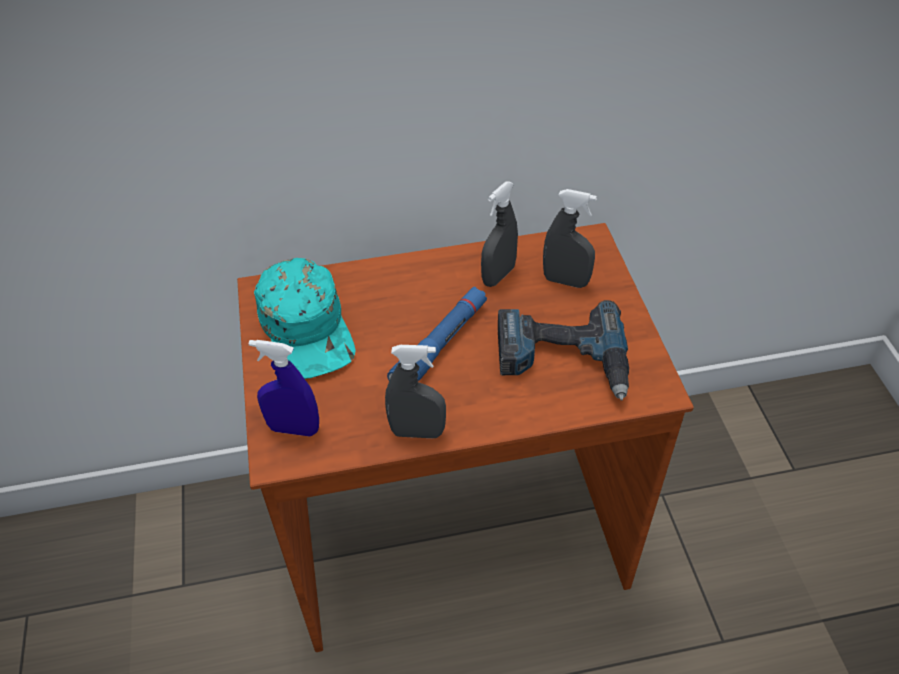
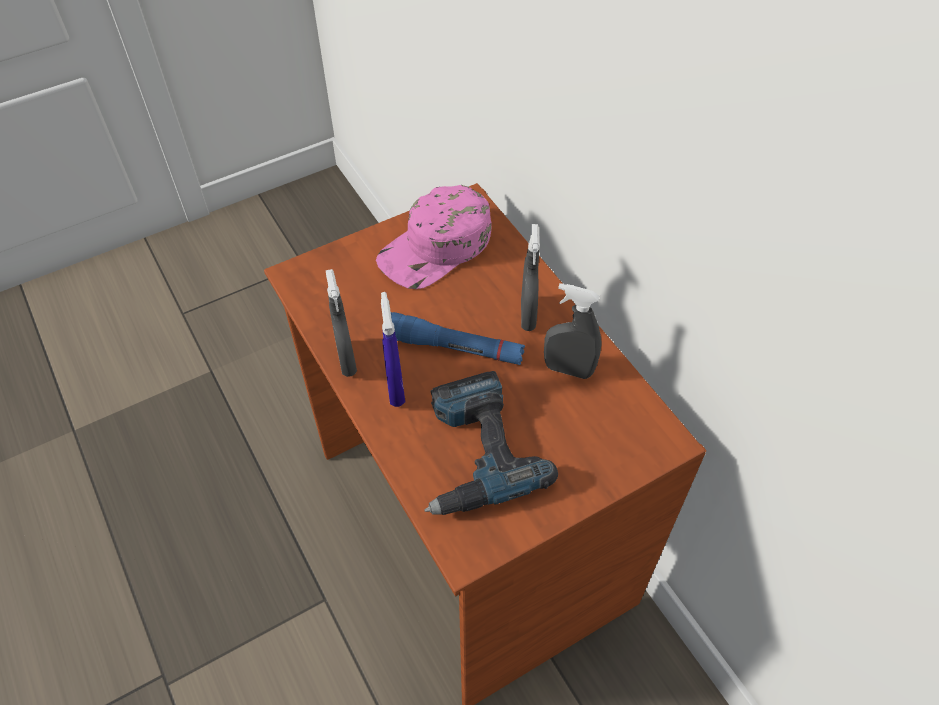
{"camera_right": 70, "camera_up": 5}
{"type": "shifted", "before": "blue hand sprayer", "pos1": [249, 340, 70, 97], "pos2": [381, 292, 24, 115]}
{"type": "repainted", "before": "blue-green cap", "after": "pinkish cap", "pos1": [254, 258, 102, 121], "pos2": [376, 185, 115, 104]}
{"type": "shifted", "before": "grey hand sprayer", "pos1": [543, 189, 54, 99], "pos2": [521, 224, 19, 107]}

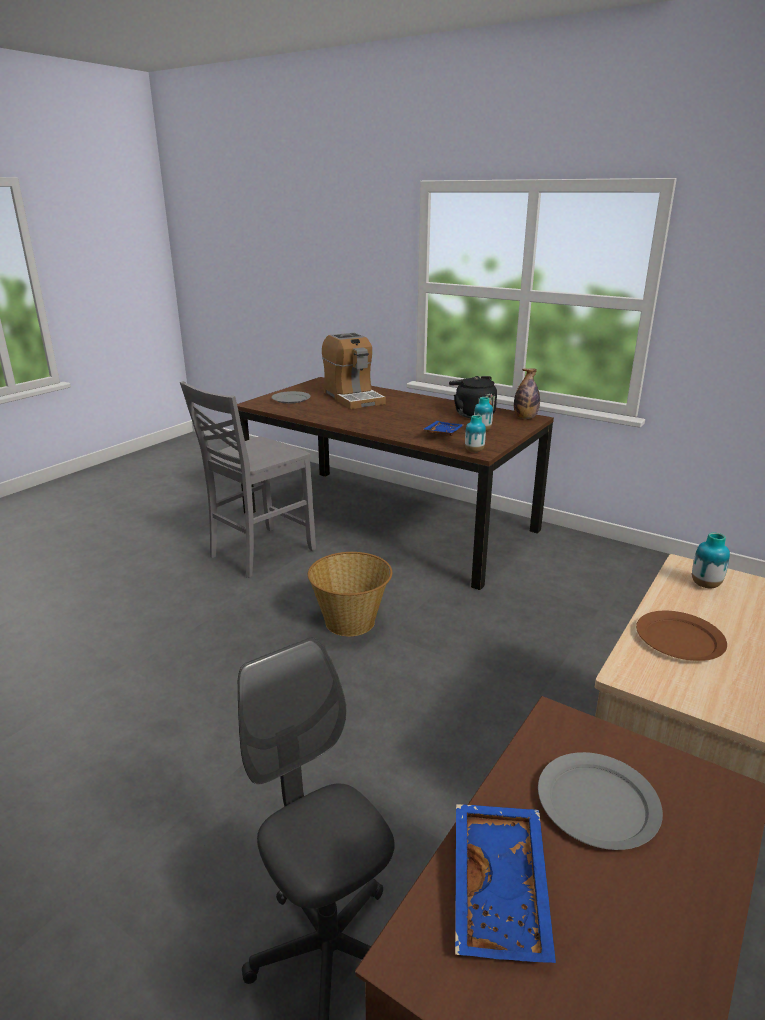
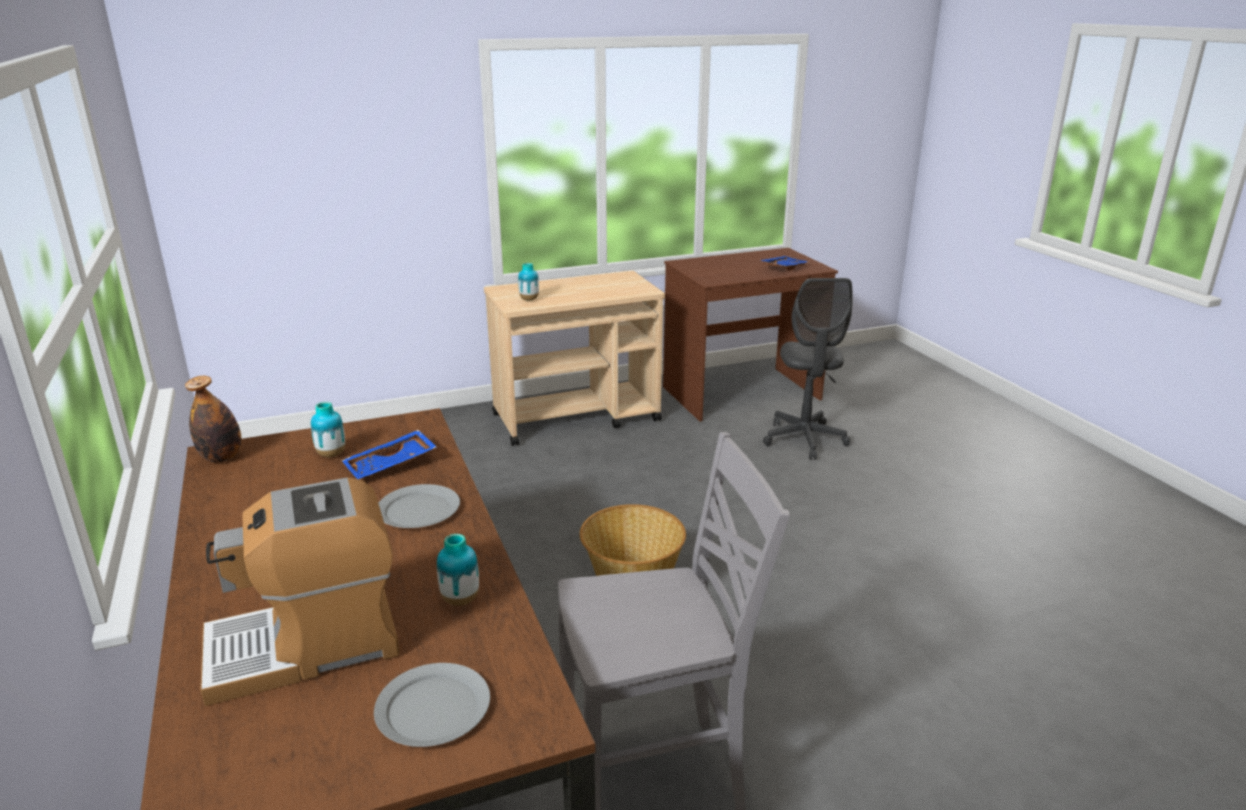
{"camera_right": -145, "camera_up": 0}
{"type": "rotated", "before": "coffee brewer", "pos1": [322, 333, 64, 76], "pos2": [200, 477, 200, 229], "turn": -120}
{"type": "gone", "before": "black-coloured water kettle", "pos1": [449, 376, 48, 42]}
{"type": "shifted", "before": "flower vase", "pos1": [465, 415, 21, 37], "pos2": [437, 534, 42, 72]}
{"type": "shifted", "before": "grey flat dish", "pos1": [538, 752, 125, 98], "pos2": [378, 484, 82, 44]}
{"type": "gone", "before": "brownish flat dish", "pos1": [636, 611, 91, 50]}

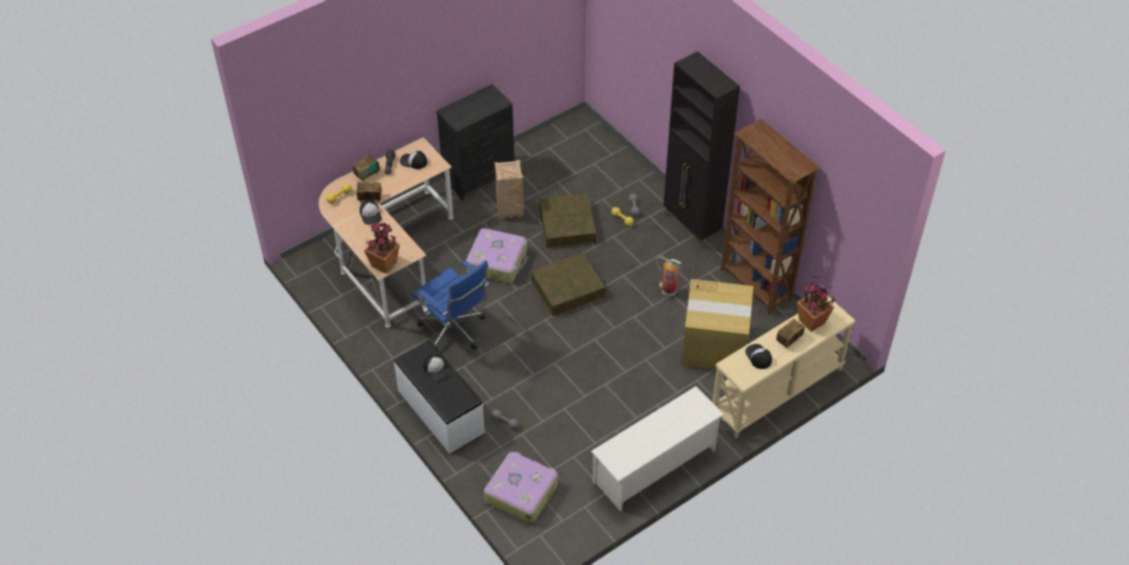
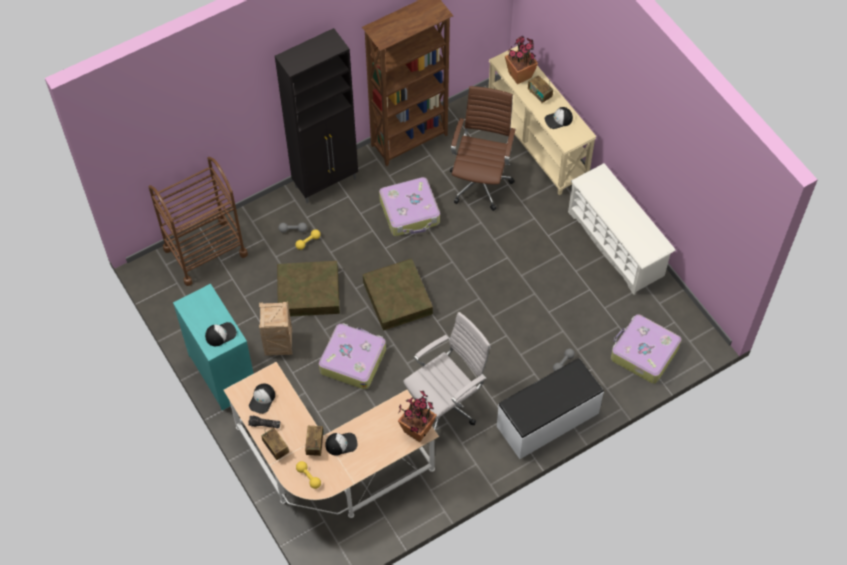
{"camera_right": -85, "camera_up": 10}
{"type": "repainted", "before": "blue office chair", "after": "whitish office chair", "pos1": [412, 260, 77, 90], "pos2": [403, 312, 88, 127]}
{"type": "shifted", "before": "cap", "pos1": [423, 354, 27, 27], "pos2": [205, 322, 32, 24]}
{"type": "repainted", "before": "black-coloured chest of drawers", "after": "blue-green chest of drawers", "pos1": [436, 84, 79, 117], "pos2": [173, 284, 81, 126]}
{"type": "swapped", "before": "extinguisher", "after": "suitcase", "pos1": [655, 256, 27, 41], "pos2": [379, 177, 61, 59]}
{"type": "swapped", "before": "packing box", "after": "brownish office chair", "pos1": [681, 279, 72, 91], "pos2": [450, 86, 66, 125]}
{"type": "new", "after": "brownish cart", "pos2": [149, 157, 99, 129]}

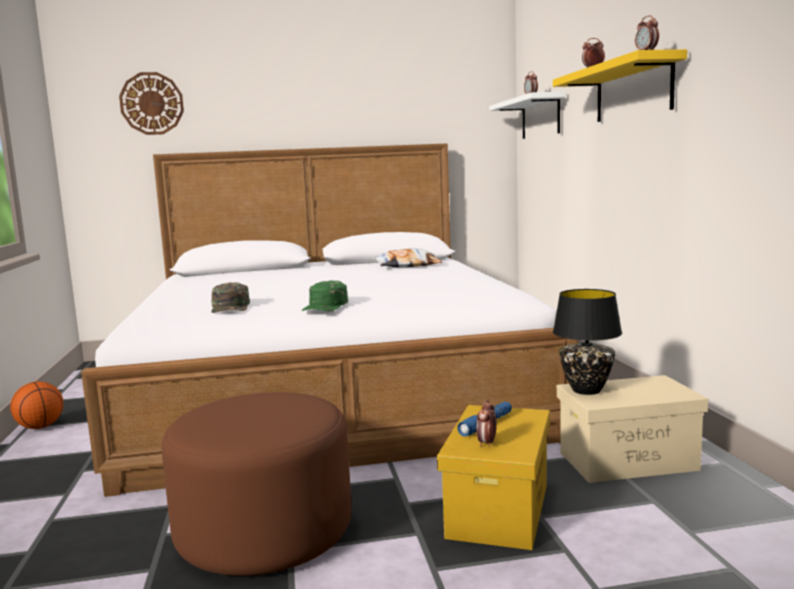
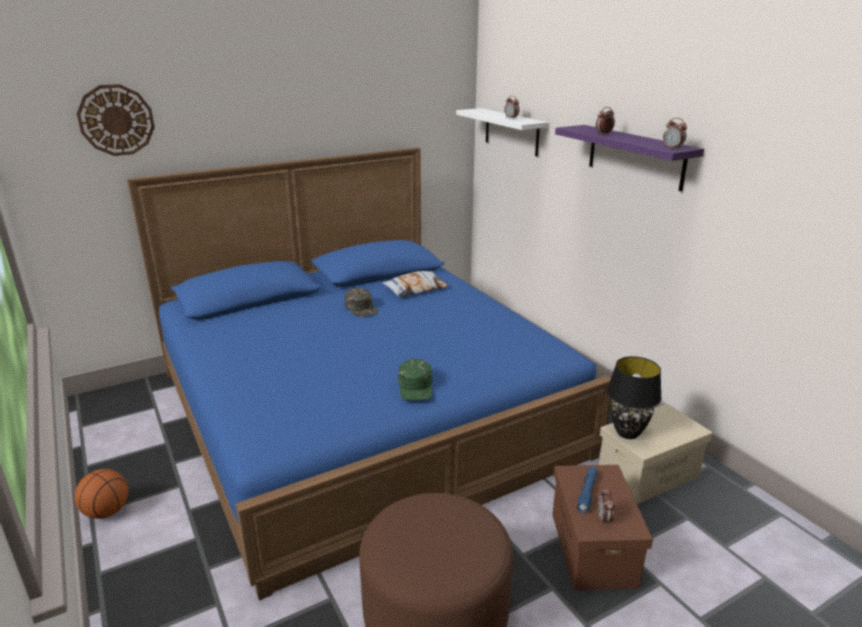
{"camera_right": -20, "camera_up": 15}
{"type": "repainted", "before": "whitish bedroom bed", "after": "blue bedroom bed", "pos1": [81, 143, 497, 354], "pos2": [127, 147, 484, 453]}
{"type": "shifted", "before": "greenish cap", "pos1": [211, 282, 39, 31], "pos2": [345, 288, 34, 29]}
{"type": "repainted", "before": "yellow storage container", "after": "brownish storage container", "pos1": [437, 405, 113, 145], "pos2": [552, 465, 101, 125]}
{"type": "repainted", "before": "yellow shelf", "after": "purplish shelf", "pos1": [553, 49, 134, 73], "pos2": [555, 125, 149, 66]}

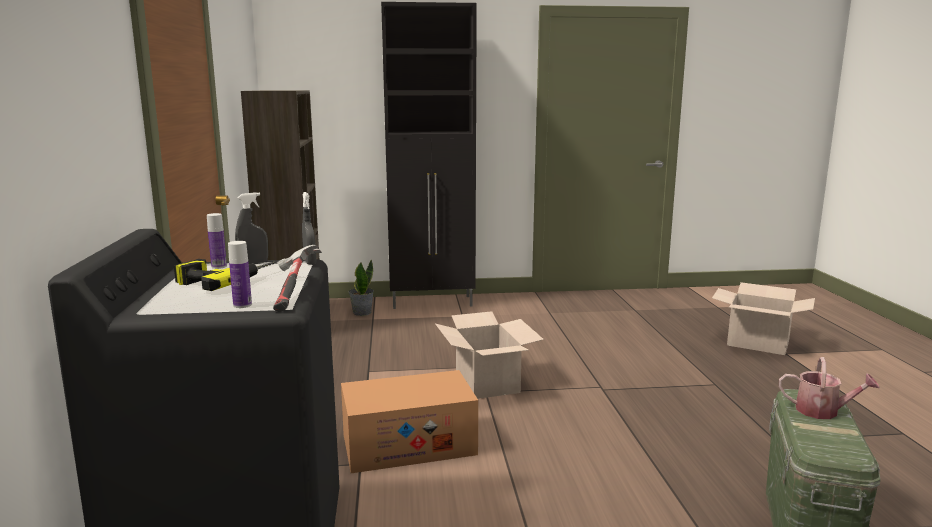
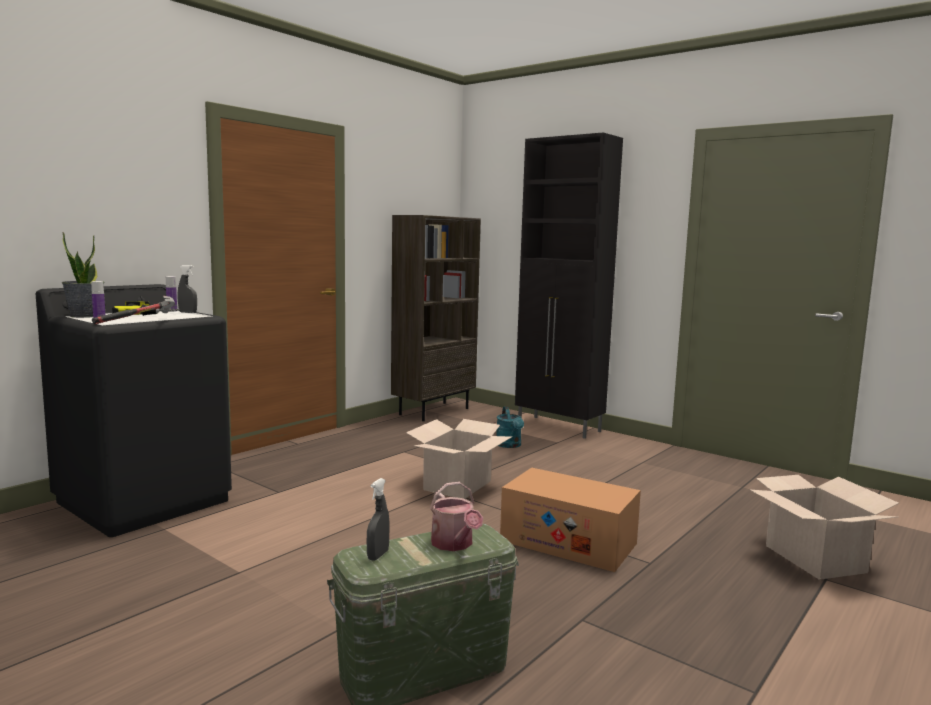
{"camera_right": 45, "camera_up": -5}
{"type": "shifted", "before": "grey hand sprayer", "pos1": [302, 192, 14, 73], "pos2": [367, 478, 23, 83]}
{"type": "shifted", "before": "packing box", "pos1": [341, 370, 137, 103], "pos2": [500, 468, 141, 104]}
{"type": "shifted", "before": "potted plant", "pos1": [349, 260, 25, 56], "pos2": [62, 232, 43, 86]}
{"type": "new", "after": "blue-green sprinkling can", "pos2": [496, 406, 28, 42]}

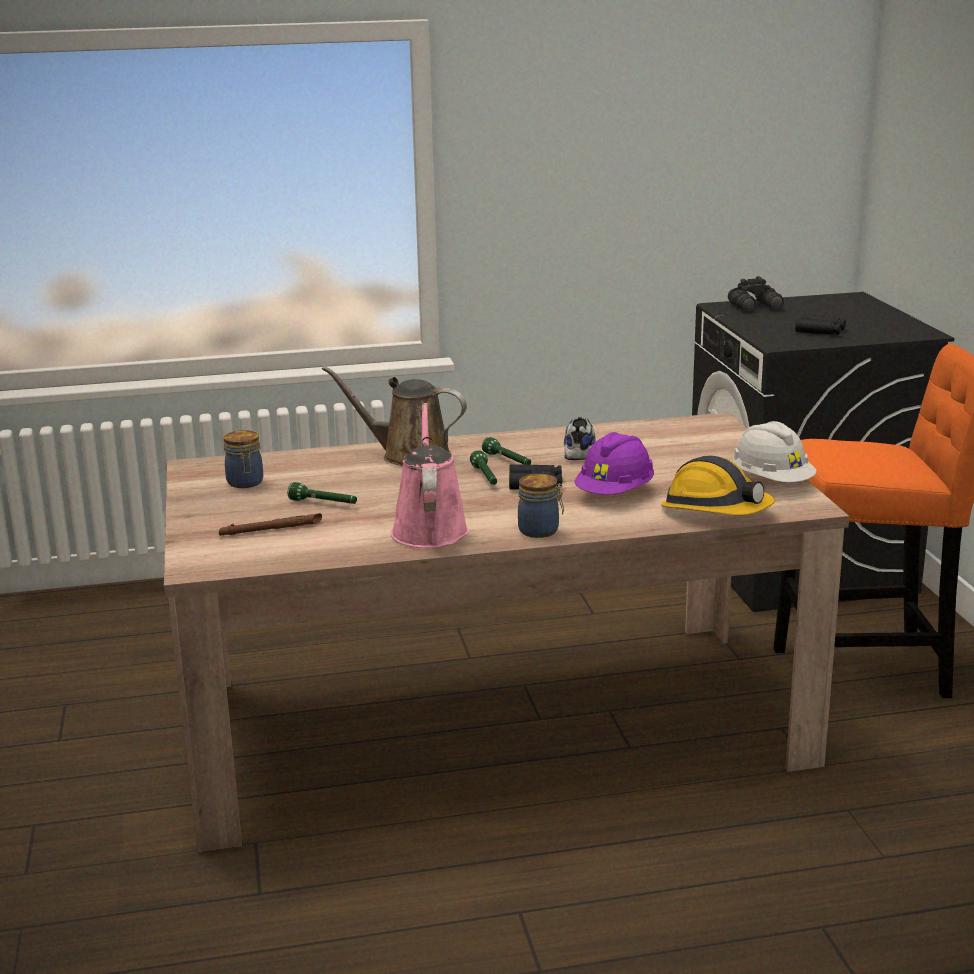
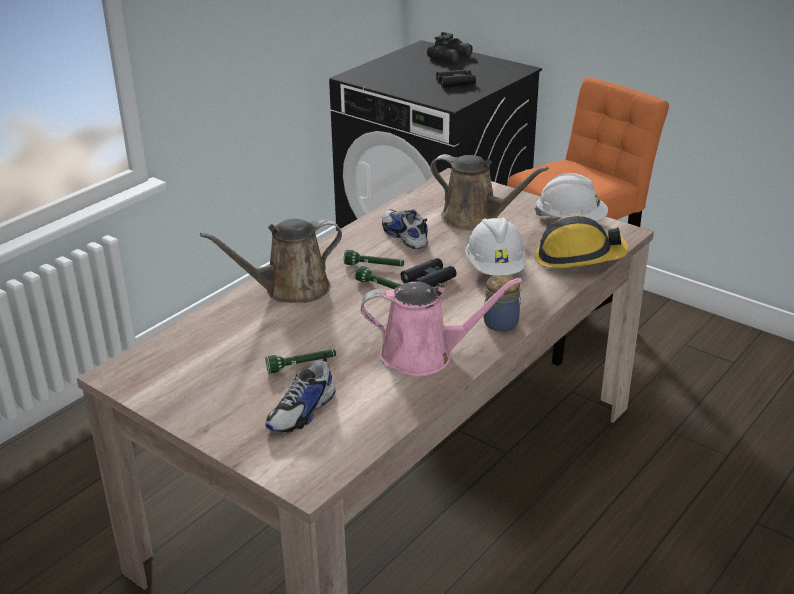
{"camera_right": -40, "camera_up": 10}
{"type": "swapped", "before": "brownish hand torch", "after": "item of footwear", "pos1": [219, 513, 103, 23], "pos2": [265, 351, 71, 82]}
{"type": "gone", "before": "jar", "pos1": [224, 430, 39, 58]}
{"type": "rotated", "before": "pinkish sprinkling can", "pos1": [391, 403, 78, 145], "pos2": [361, 278, 161, 98], "turn": 135}
{"type": "repainted", "before": "purplish hard hat", "after": "whitish hard hat", "pos1": [574, 432, 80, 63], "pos2": [465, 217, 61, 59]}
{"type": "shifted", "before": "black-coloured pair of binoculars", "pos1": [728, 276, 56, 36], "pos2": [427, 32, 46, 31]}
{"type": "new", "after": "brownish sprinkling can", "pos2": [430, 154, 119, 76]}

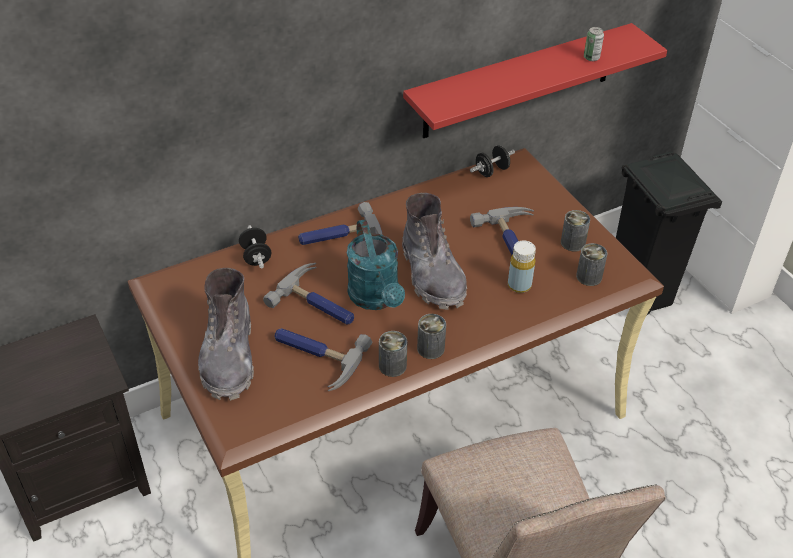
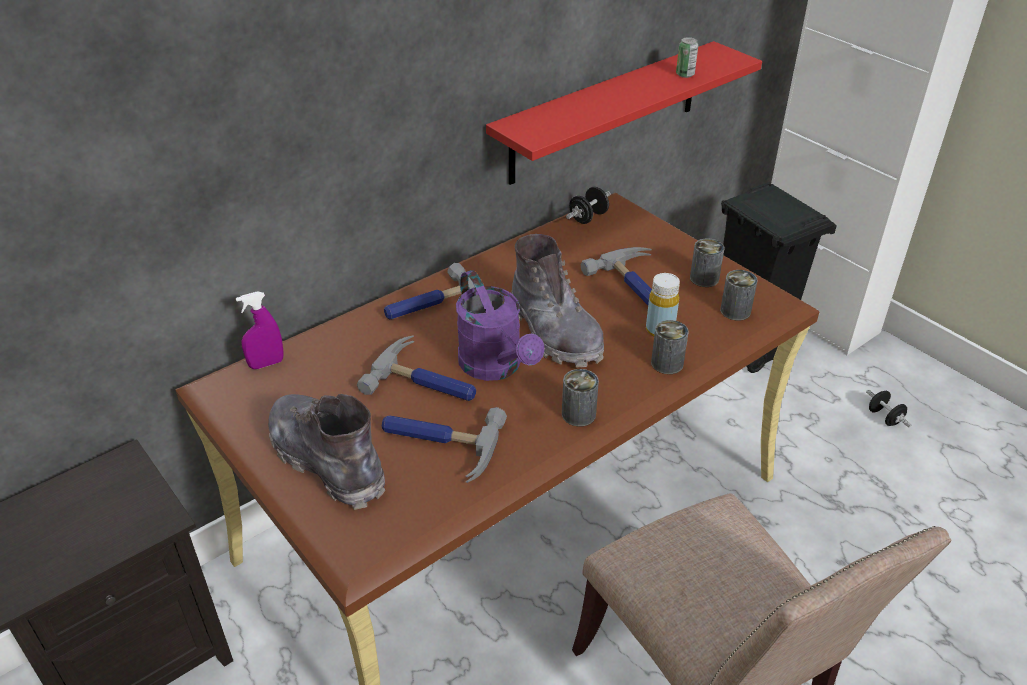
{"camera_right": -10, "camera_up": -5}
{"type": "rotated", "before": "grey high-top boot", "pos1": [198, 268, 56, 133], "pos2": [268, 394, 117, 116], "turn": 150}
{"type": "shifted", "before": "black-coloured free weight", "pos1": [239, 226, 32, 42], "pos2": [866, 390, 45, 37]}
{"type": "repainted", "before": "blue-green sprinkling can", "after": "purplish sprinkling can", "pos1": [347, 219, 58, 91], "pos2": [456, 270, 88, 111]}
{"type": "shifted", "before": "metal can", "pos1": [379, 331, 28, 46], "pos2": [651, 320, 38, 54]}
{"type": "new", "after": "purplish hand sprayer", "pos2": [236, 291, 47, 78]}

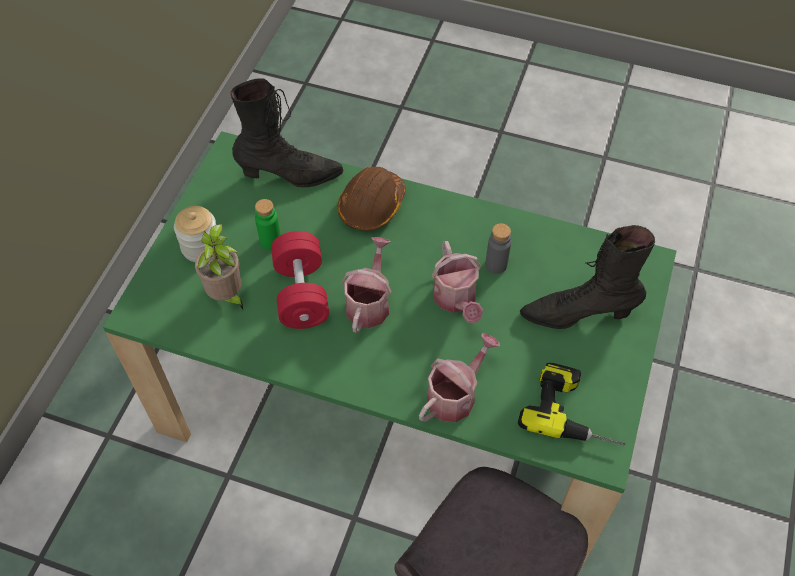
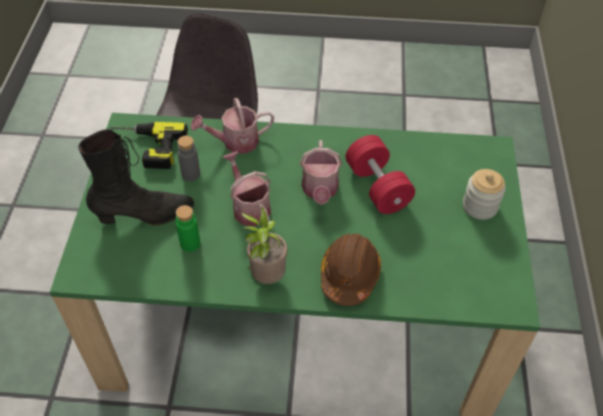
{"camera_right": 165, "camera_up": -5}
{"type": "shifted", "before": "potted plant", "pos1": [195, 224, 48, 85], "pos2": [241, 206, 46, 78]}
{"type": "gone", "before": "black-coloured high-top boot", "pos1": [230, 78, 114, 110]}
{"type": "shifted", "before": "greenish beverage bottle", "pos1": [255, 199, 26, 50], "pos2": [176, 205, 24, 47]}
{"type": "rotated", "before": "sprinkling can", "pos1": [419, 333, 81, 89], "pos2": [191, 98, 83, 56], "turn": 45}
{"type": "shifted", "before": "grey beverage bottle", "pos1": [485, 223, 26, 51], "pos2": [178, 136, 22, 45]}

